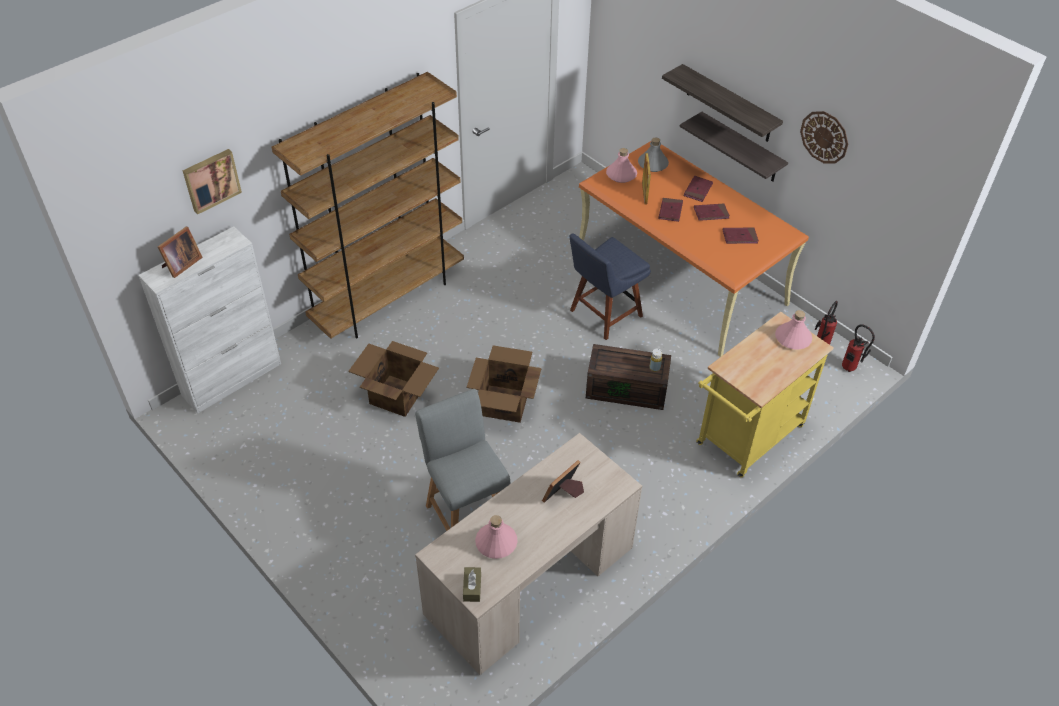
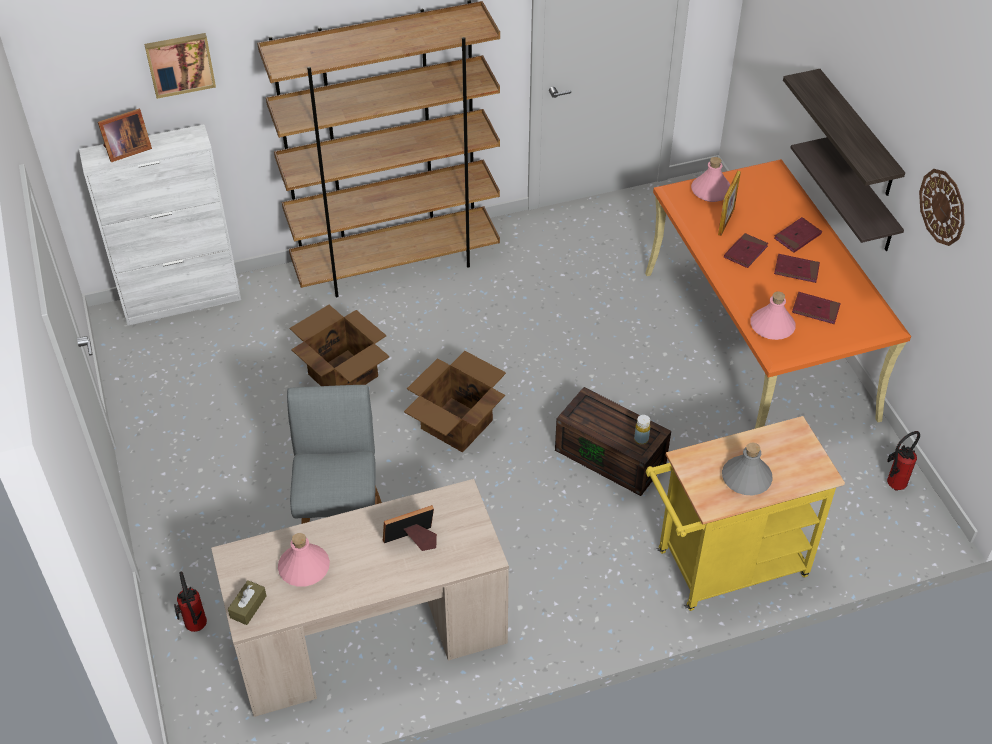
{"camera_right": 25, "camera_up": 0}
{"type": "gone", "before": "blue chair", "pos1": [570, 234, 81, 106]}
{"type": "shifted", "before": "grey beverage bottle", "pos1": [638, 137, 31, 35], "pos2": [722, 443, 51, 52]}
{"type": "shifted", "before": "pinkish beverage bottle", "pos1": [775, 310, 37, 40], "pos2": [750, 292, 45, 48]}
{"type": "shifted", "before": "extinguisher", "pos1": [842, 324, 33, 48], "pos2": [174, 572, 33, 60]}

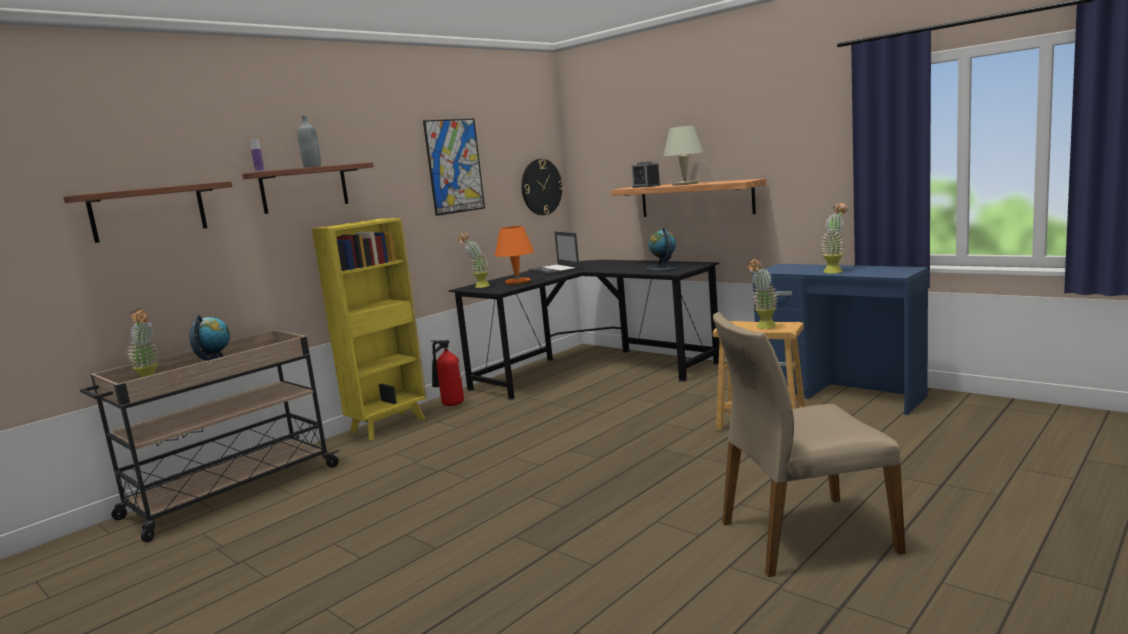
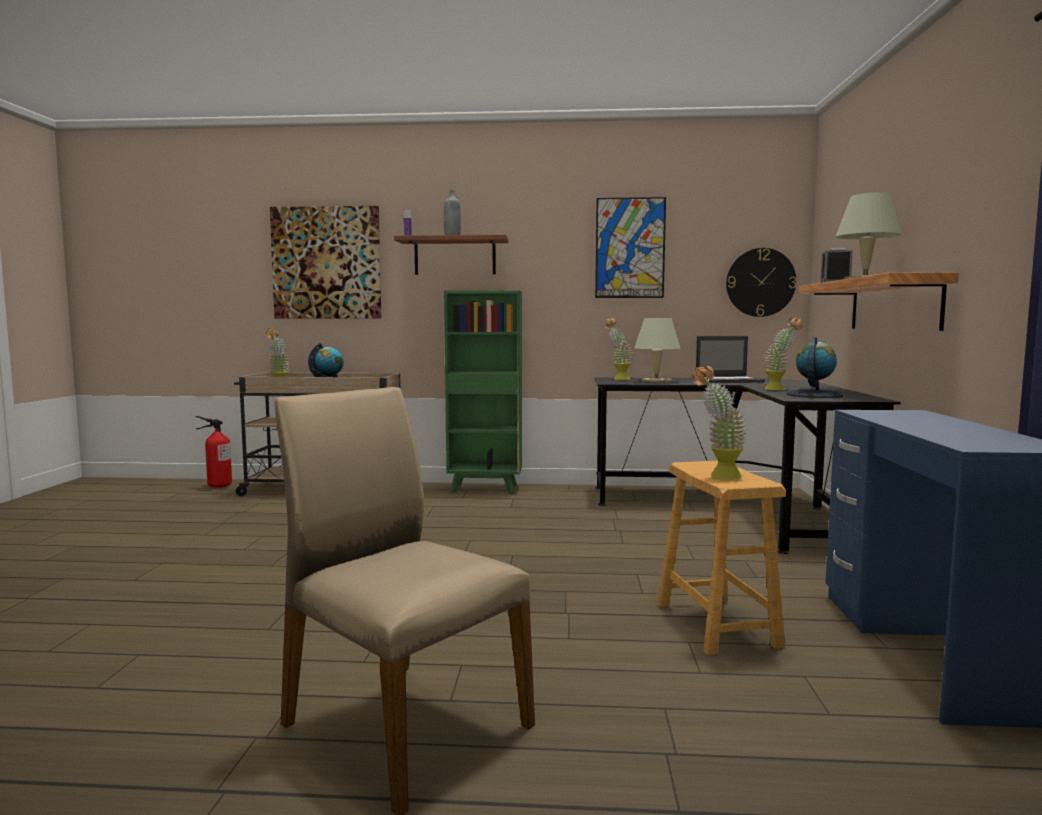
{"camera_right": 50, "camera_up": -5}
{"type": "swapped", "before": "shelf", "after": "wall picture", "pos1": [63, 181, 169, 62], "pos2": [270, 206, 111, 112]}
{"type": "repainted", "before": "yellow bookshelf", "after": "greenish bookshelf", "pos1": [312, 218, 115, 222], "pos2": [444, 290, 78, 204]}
{"type": "shifted", "before": "extinguisher", "pos1": [431, 340, 33, 66], "pos2": [195, 416, 37, 72]}
{"type": "repainted", "before": "orangey tabletop lamp", "after": "beige tabletop lamp", "pos1": [495, 226, 39, 58], "pos2": [634, 318, 47, 65]}
{"type": "rotated", "before": "laptop", "pos1": [529, 232, 51, 43], "pos2": [696, 336, 69, 47], "turn": -120}
{"type": "shifted", "before": "potted plant", "pos1": [821, 203, 27, 70], "pos2": [763, 318, 40, 72]}

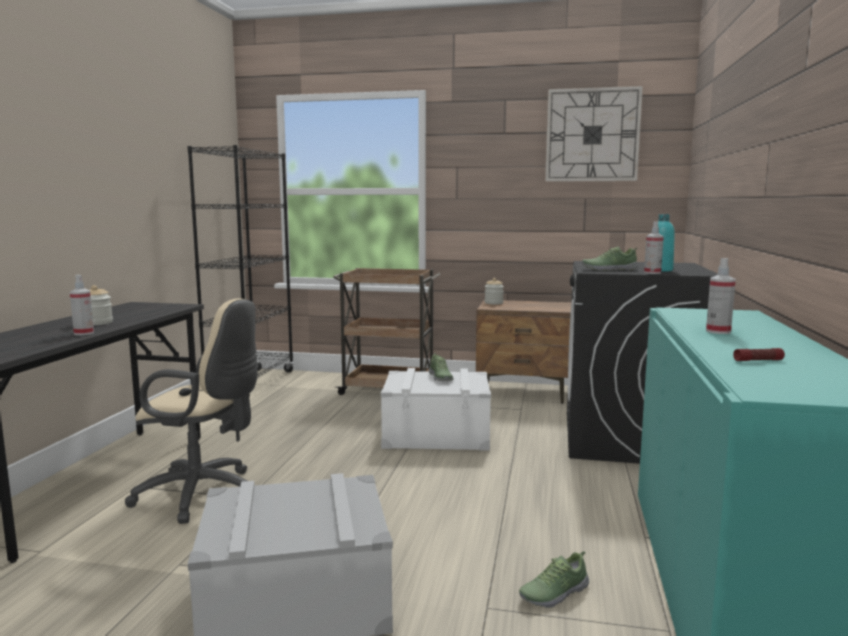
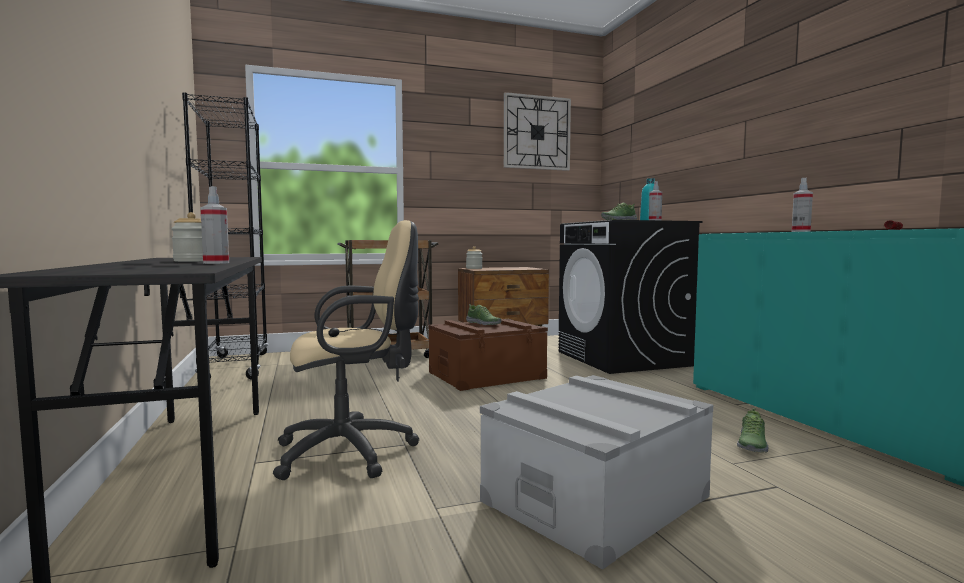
{"camera_right": -30, "camera_up": -5}
{"type": "repainted", "before": "whitish storage container", "after": "brownish storage container", "pos1": [381, 368, 110, 83], "pos2": [428, 319, 120, 72]}

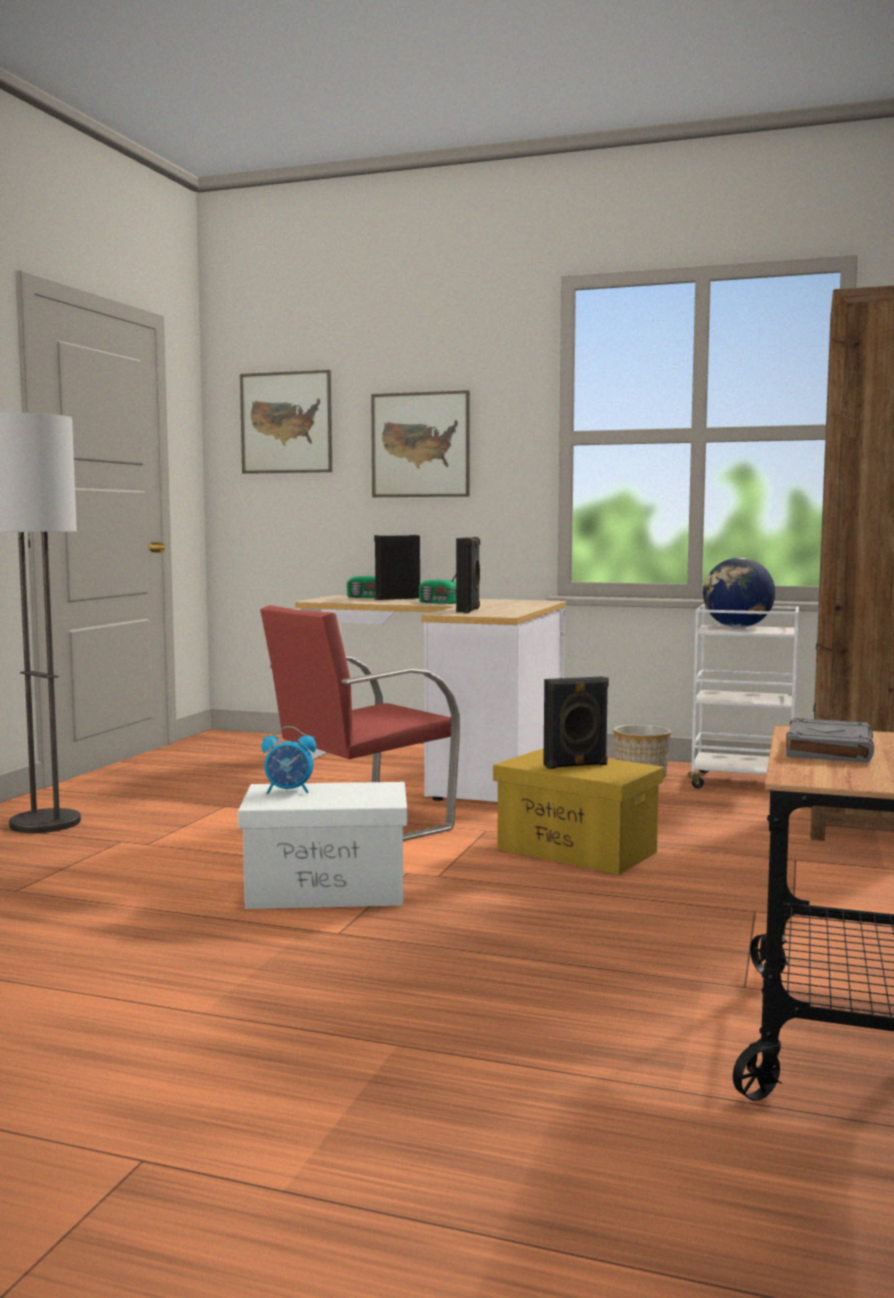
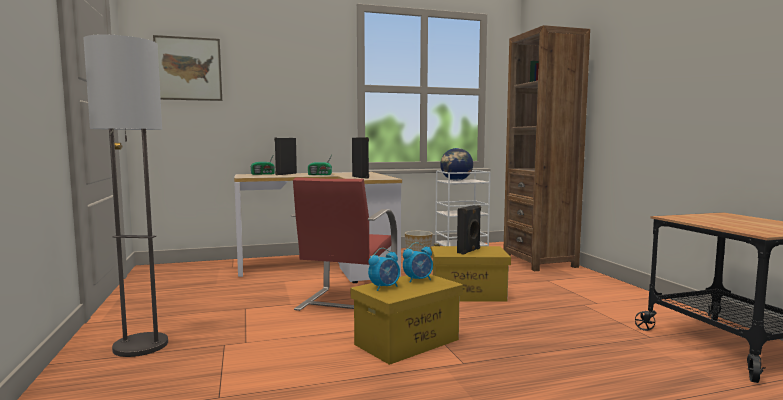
{"camera_right": -35, "camera_up": 0}
{"type": "repainted", "before": "whitish storage container", "after": "yellow storage container", "pos1": [238, 782, 169, 127], "pos2": [351, 274, 112, 91]}
{"type": "gone", "before": "wall picture", "pos1": [371, 390, 99, 107]}
{"type": "gone", "before": "grey bound book", "pos1": [786, 718, 88, 45]}
{"type": "new", "after": "bedside clock", "pos2": [403, 242, 30, 41]}

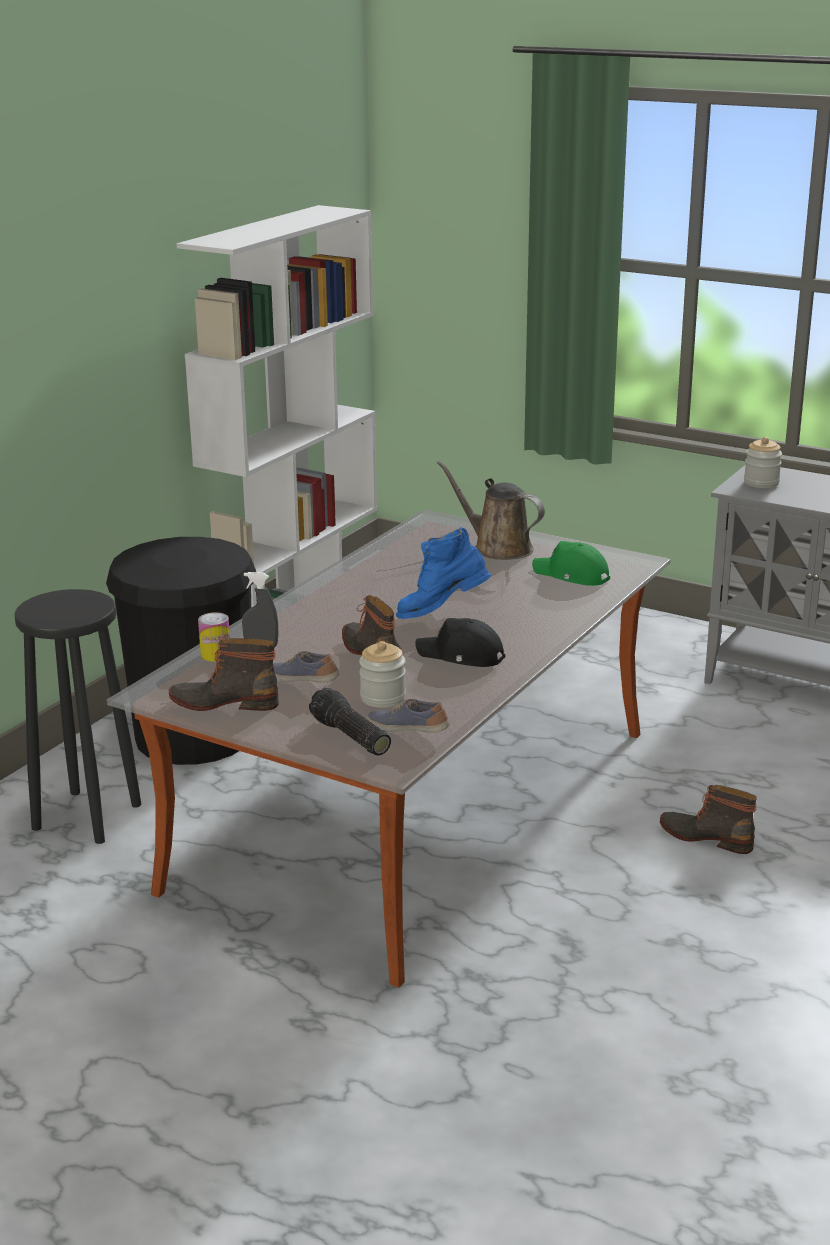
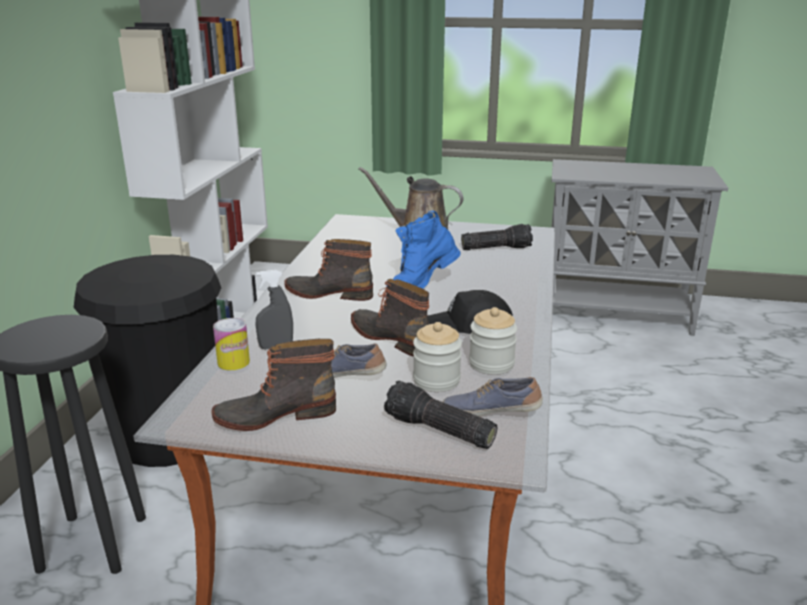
{"camera_right": -20, "camera_up": 0}
{"type": "swapped", "before": "greenish cap", "after": "hand torch", "pos1": [532, 541, 78, 45], "pos2": [461, 224, 72, 26]}
{"type": "shifted", "before": "high-top boot", "pos1": [660, 785, 97, 69], "pos2": [284, 239, 89, 62]}
{"type": "shifted", "before": "jar", "pos1": [744, 437, 38, 51], "pos2": [469, 307, 48, 67]}

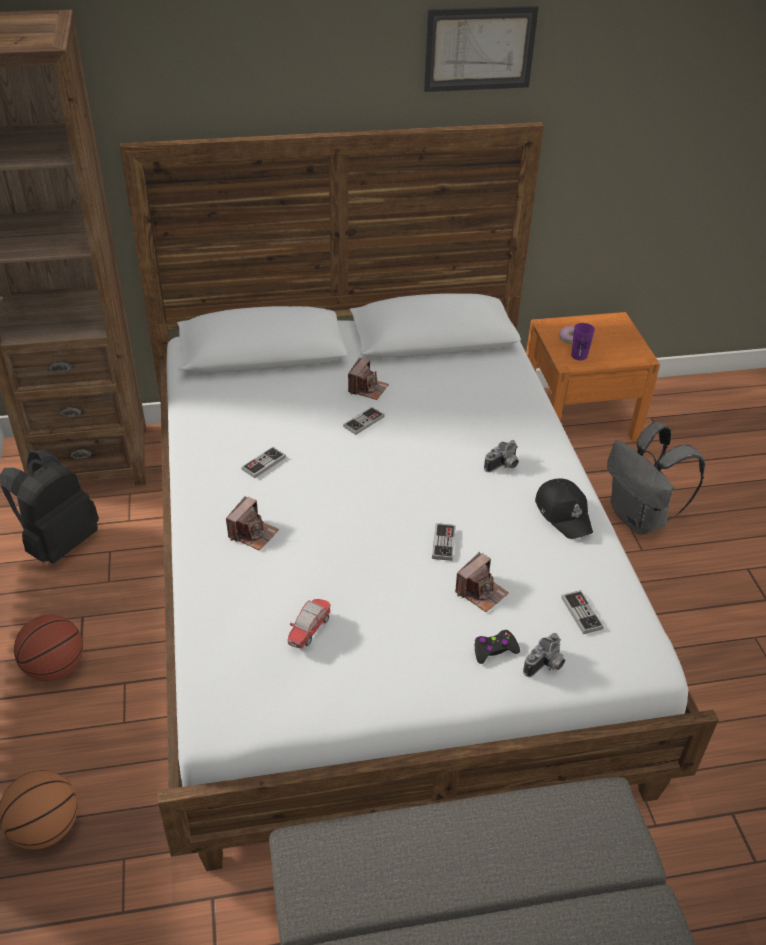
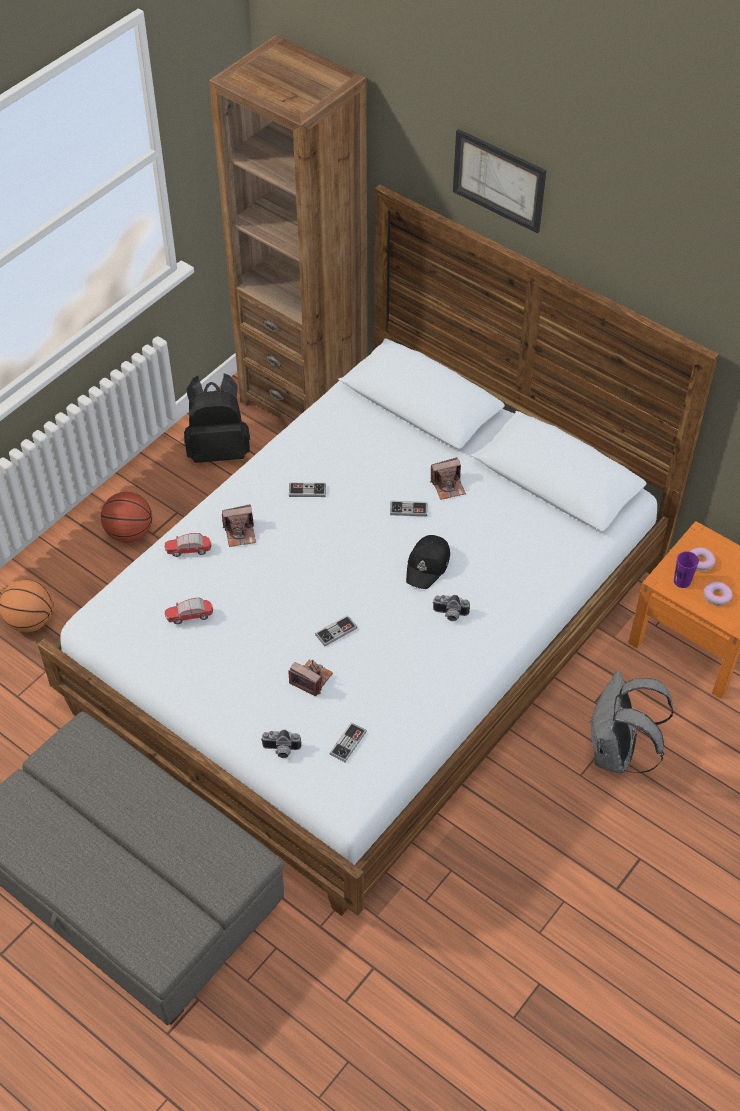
{"camera_right": 50, "camera_up": 10}
{"type": "shifted", "before": "wall picture", "pos1": [423, 6, 116, 86], "pos2": [453, 129, 93, 105]}
{"type": "rotated", "before": "photo camera", "pos1": [455, 552, 54, 60], "pos2": [289, 660, 44, 36], "turn": -150}
{"type": "gone", "before": "black-coloured joypad", "pos1": [475, 630, 45, 34]}
{"type": "shifted", "before": "black-coloured cap", "pos1": [535, 478, 58, 61], "pos2": [406, 535, 44, 54]}
{"type": "new", "after": "miniature car", "pos2": [165, 533, 46, 24]}
{"type": "new", "after": "donut", "pos2": [704, 582, 29, 24]}

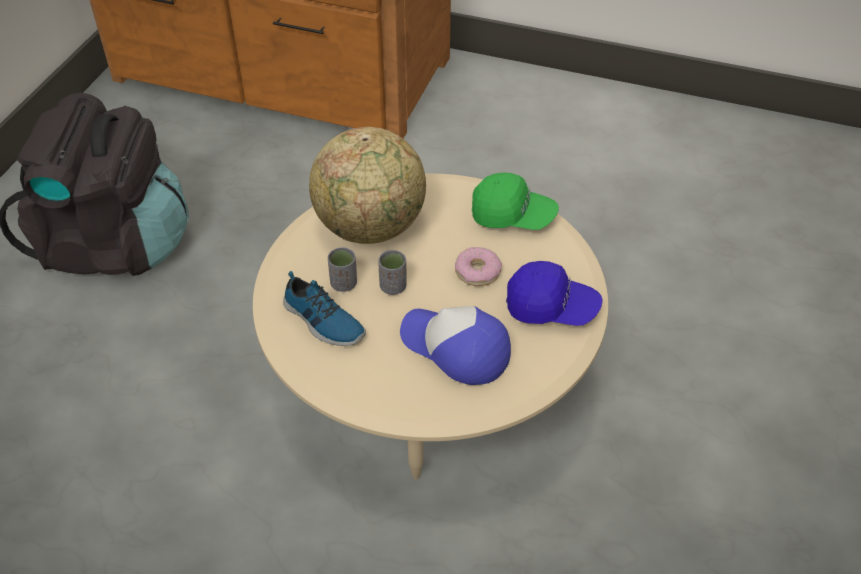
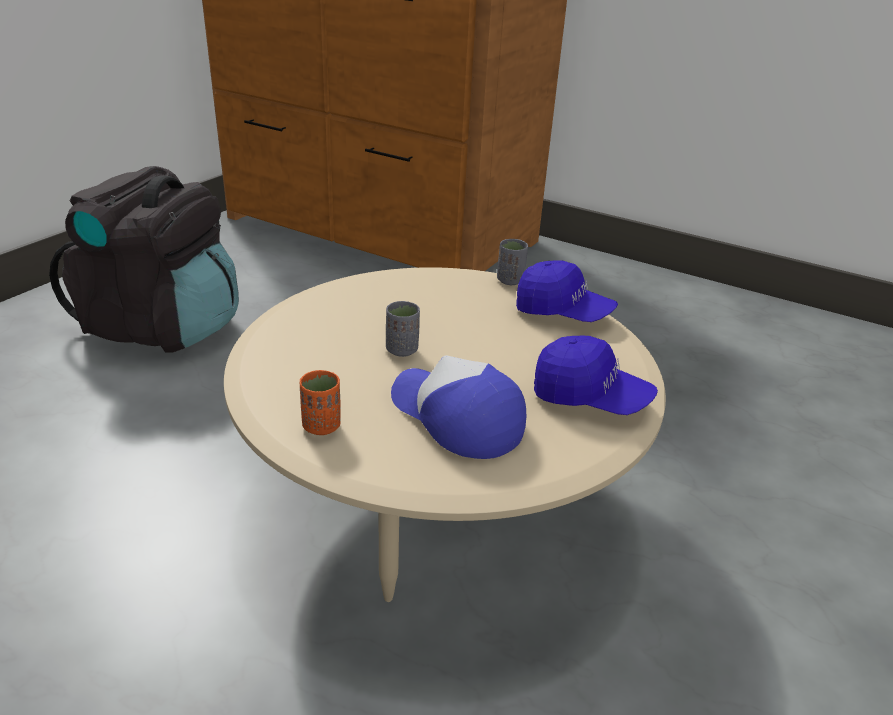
{"camera_right": 10, "camera_up": -15}
{"type": "gone", "before": "item of footwear", "pos1": [283, 271, 83, 75]}
{"type": "gone", "before": "world globe", "pos1": [309, 127, 117, 117]}
{"type": "shifted", "before": "grey drinking cup", "pos1": [328, 247, 29, 45], "pos2": [497, 239, 31, 46]}
{"type": "gone", "before": "donut", "pos1": [455, 247, 47, 39]}
{"type": "repainted", "before": "greenish cap", "after": "blue cap", "pos1": [472, 172, 87, 58], "pos2": [516, 260, 102, 62]}
{"type": "new", "after": "orangey drinking cup", "pos2": [300, 370, 41, 65]}

